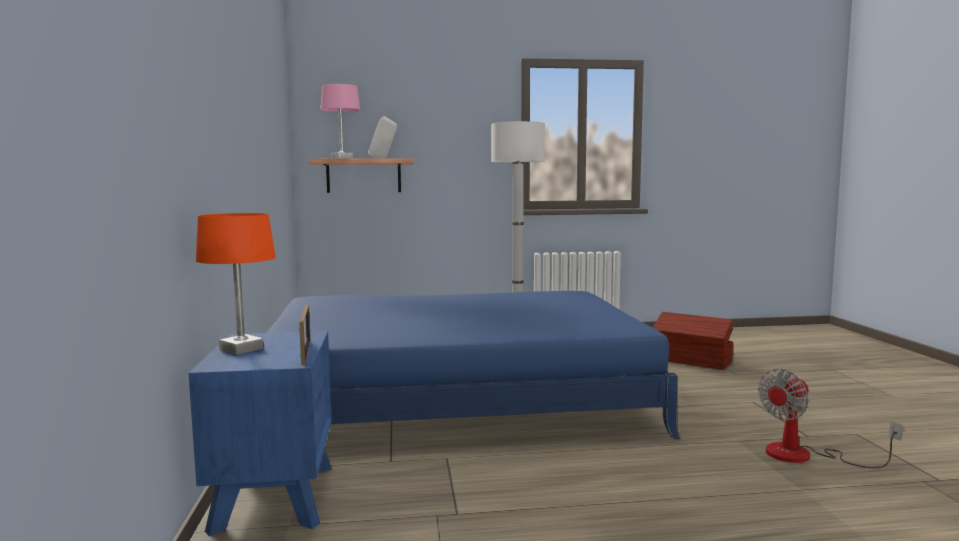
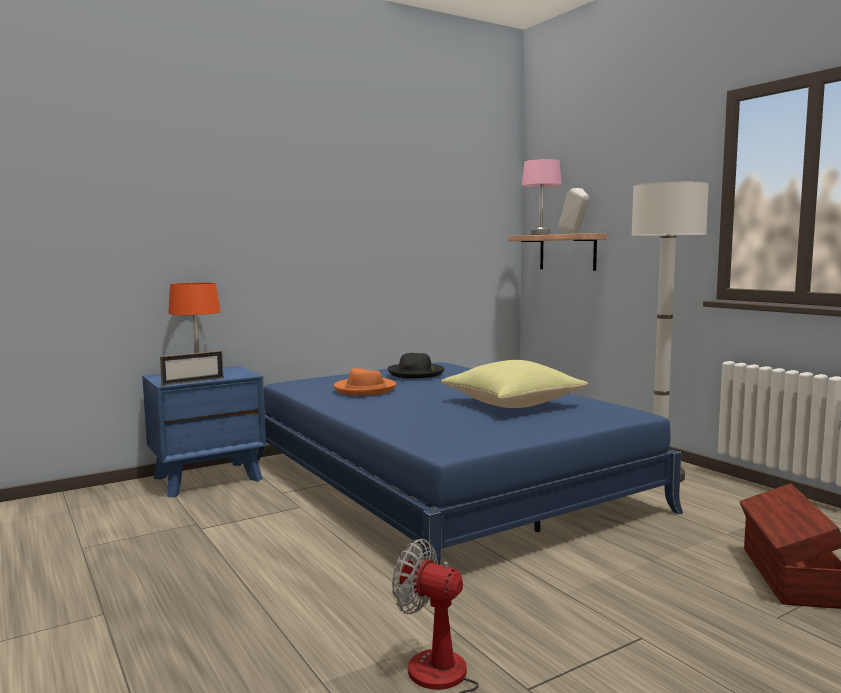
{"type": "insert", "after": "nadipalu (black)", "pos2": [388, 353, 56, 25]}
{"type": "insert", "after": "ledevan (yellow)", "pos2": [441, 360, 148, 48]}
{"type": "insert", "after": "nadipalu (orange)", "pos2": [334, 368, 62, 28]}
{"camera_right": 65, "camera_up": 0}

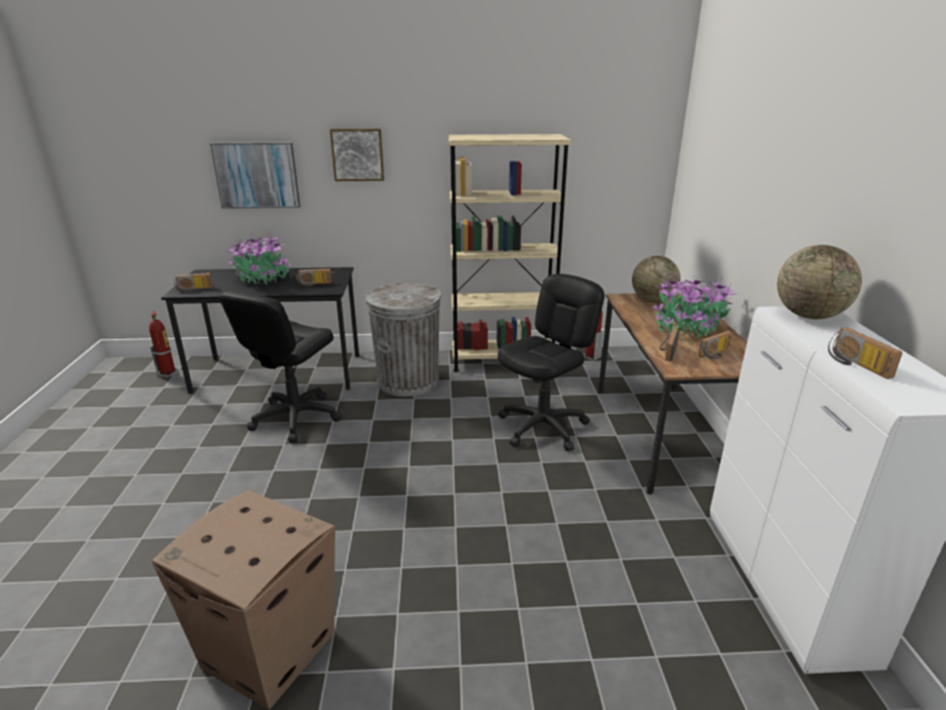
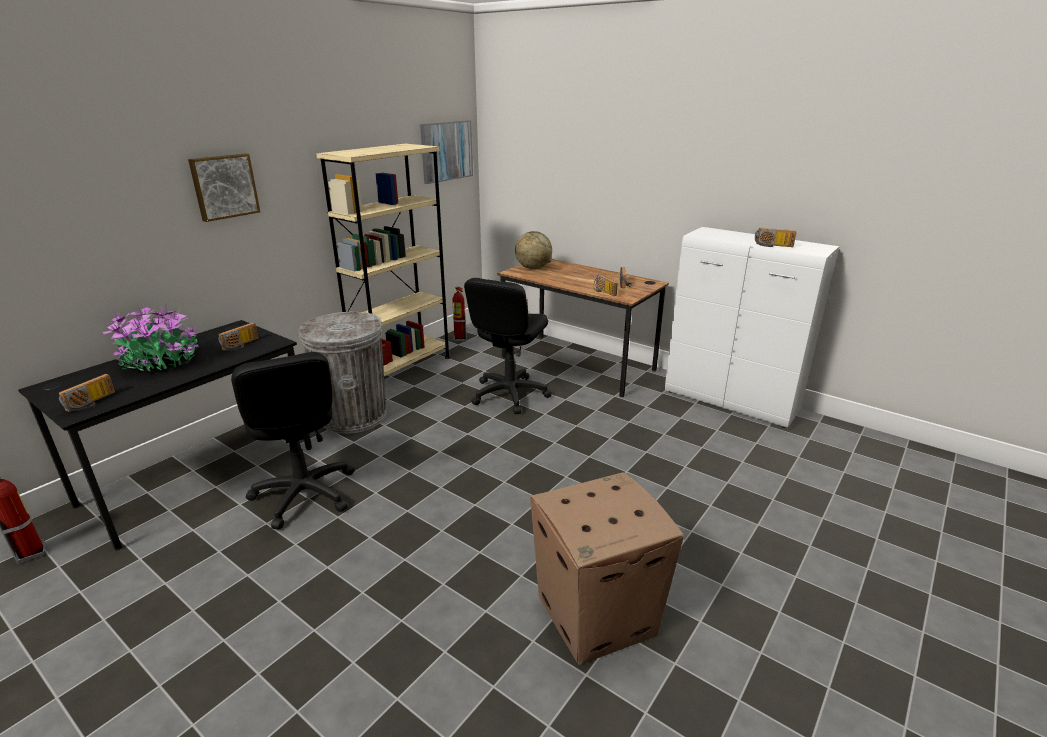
{"type": "move", "before": "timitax", "pos1": [210, 142, 90, 67], "pos2": [420, 120, 53, 64]}
{"type": "delete", "before": "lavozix", "pos1": [777, 245, 85, 74]}
{"type": "delete", "before": "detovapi", "pos1": [652, 273, 86, 67]}
{"type": "rotate", "before": "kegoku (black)", "pos1": [498, 274, 106, 177], "pos2": [464, 278, 88, 136], "turn": -150}
{"camera_right": -50, "camera_up": 0}

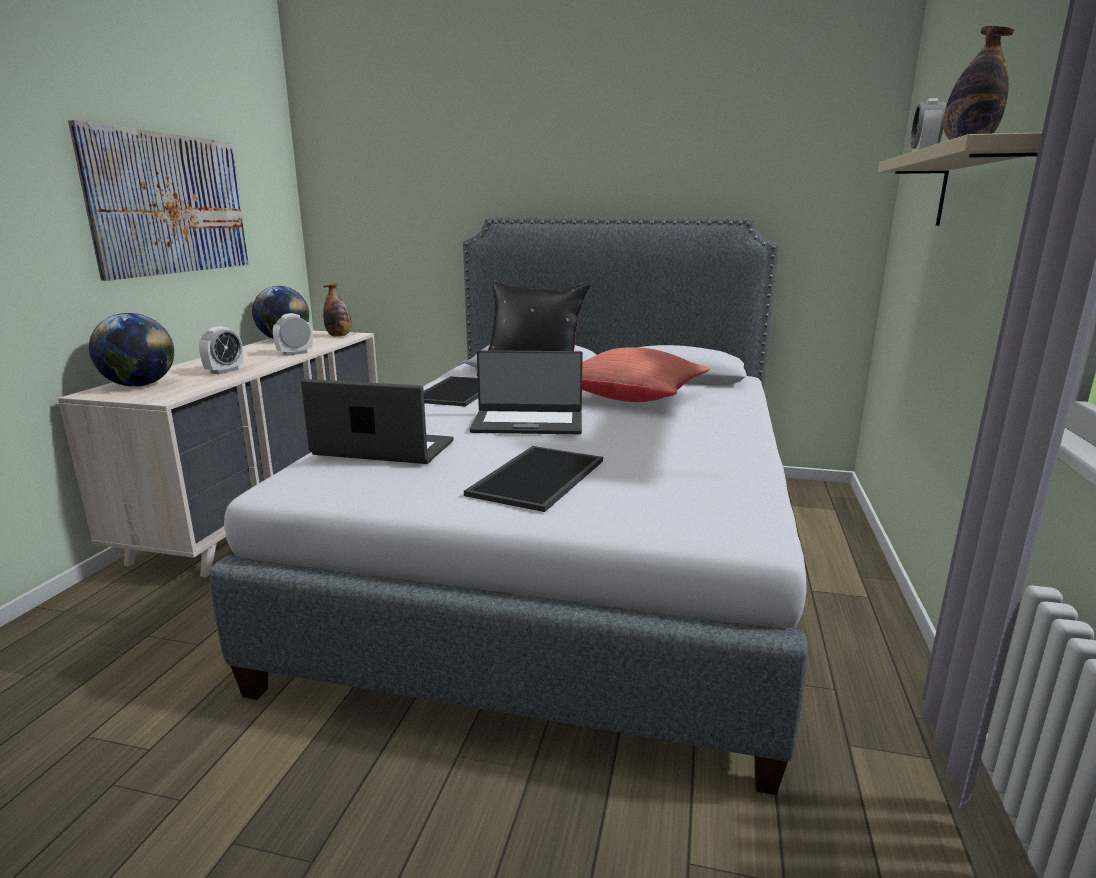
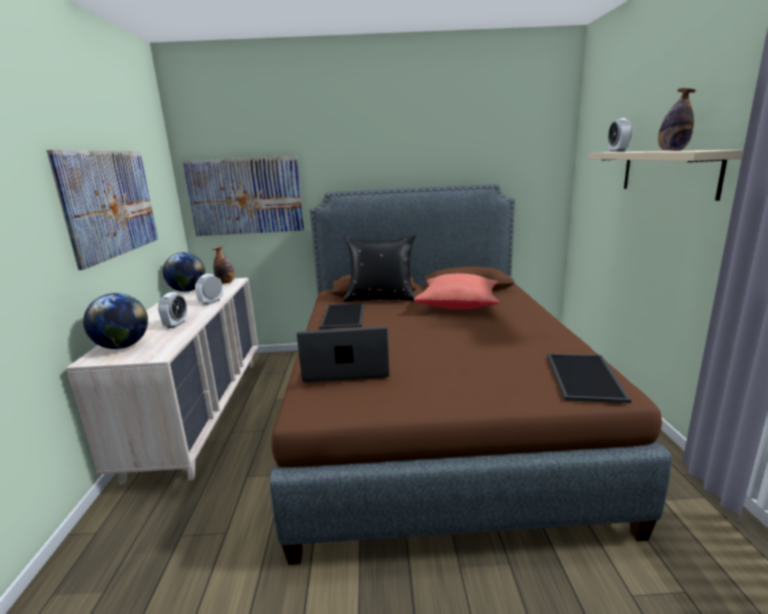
{"type": "recolor", "before": "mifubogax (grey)", "after": "mifubogax (brown)", "pos1": [210, 217, 598, 578], "pos2": [270, 184, 402, 381]}
{"type": "delete", "before": "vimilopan", "pos1": [470, 350, 113, 84]}
{"type": "move", "before": "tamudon", "pos1": [464, 446, 139, 66], "pos2": [547, 354, 84, 49]}
{"type": "insert", "after": "timitax", "pos2": [183, 156, 121, 80]}
{"camera_right": -15, "camera_up": 0}

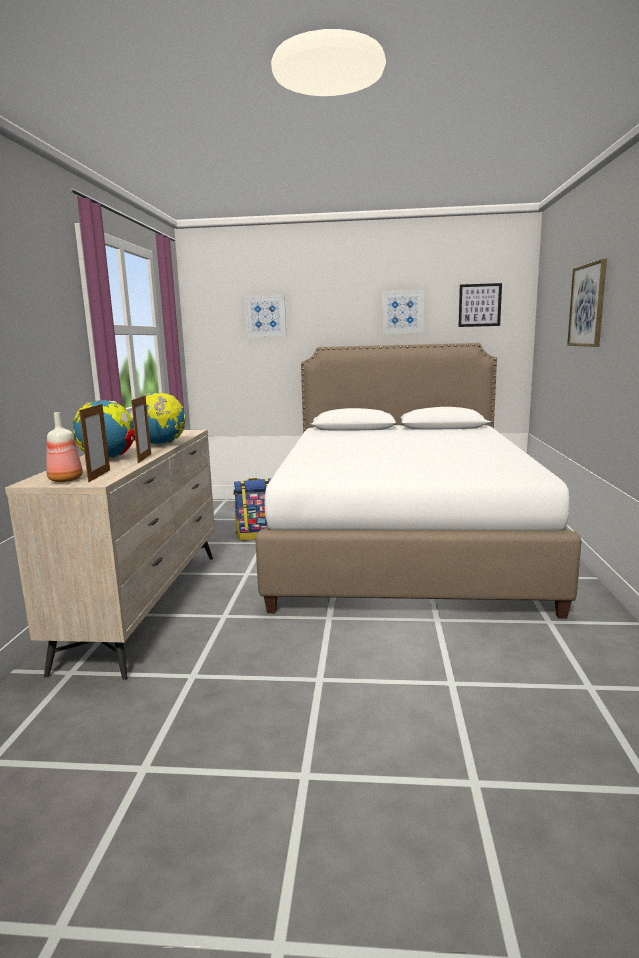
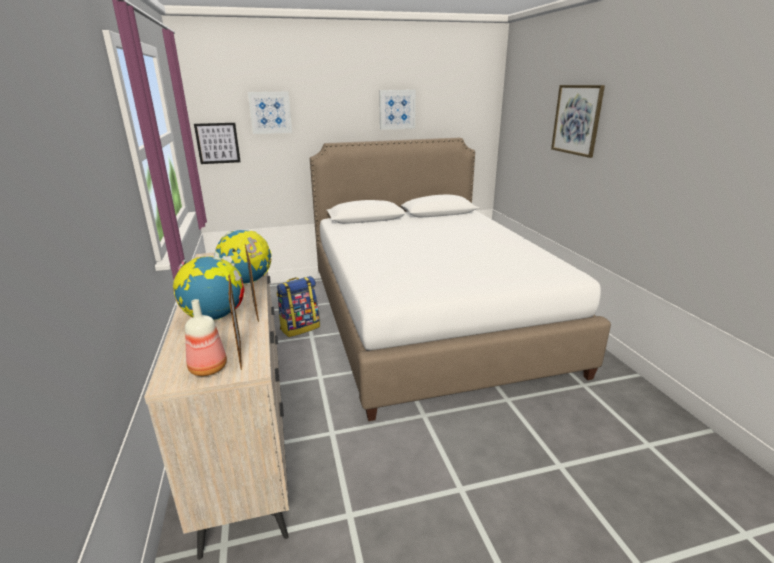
{"type": "move", "before": "timitax", "pos1": [459, 283, 43, 44], "pos2": [194, 123, 47, 41]}
{"camera_right": -20, "camera_up": 10}

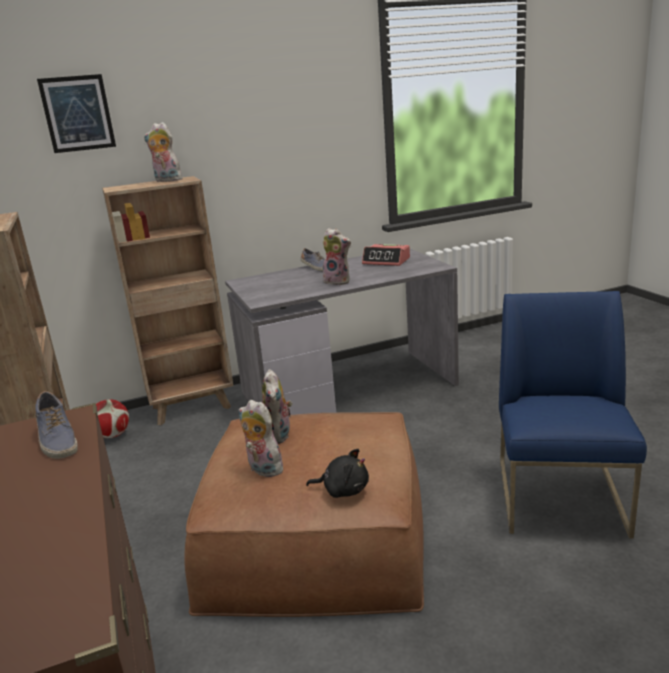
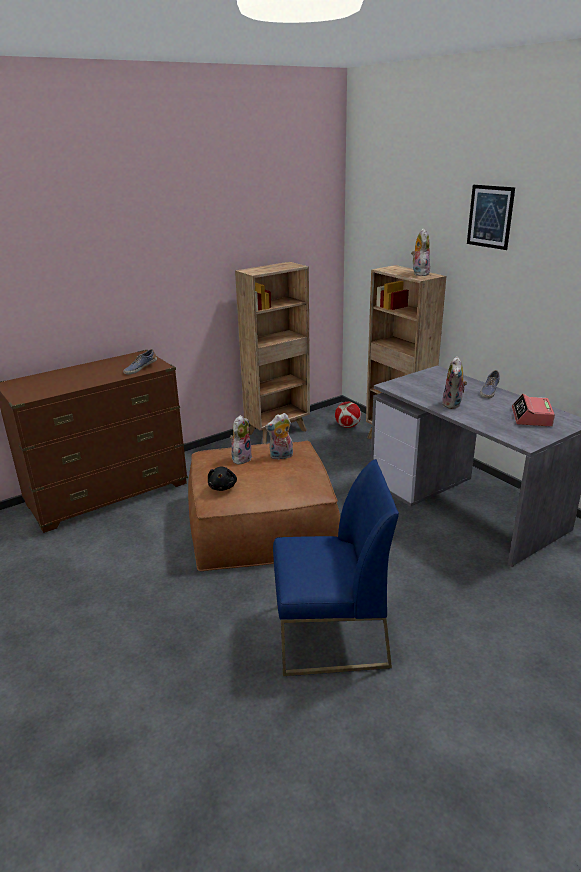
{"type": "move", "before": "timitax", "pos1": [37, 74, 79, 79], "pos2": [467, 185, 48, 65]}
{"camera_right": 75, "camera_up": 5}

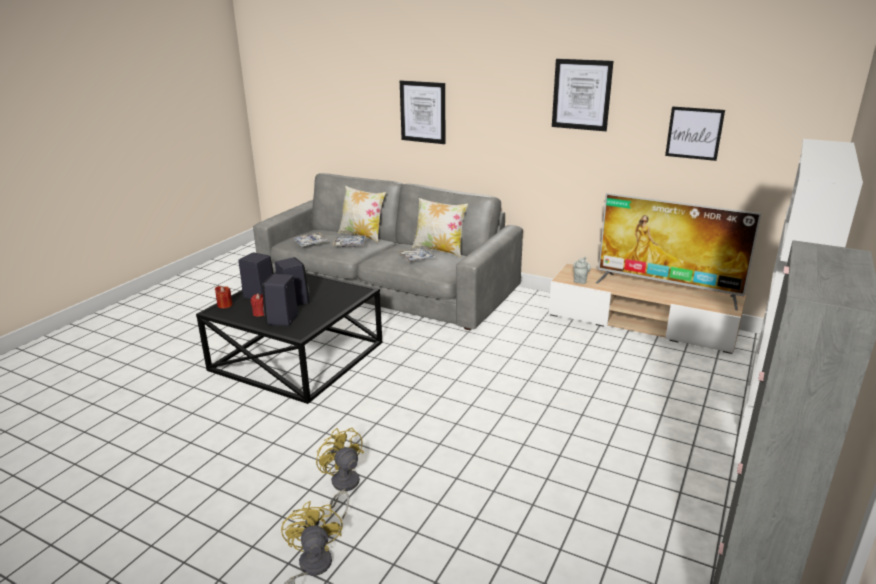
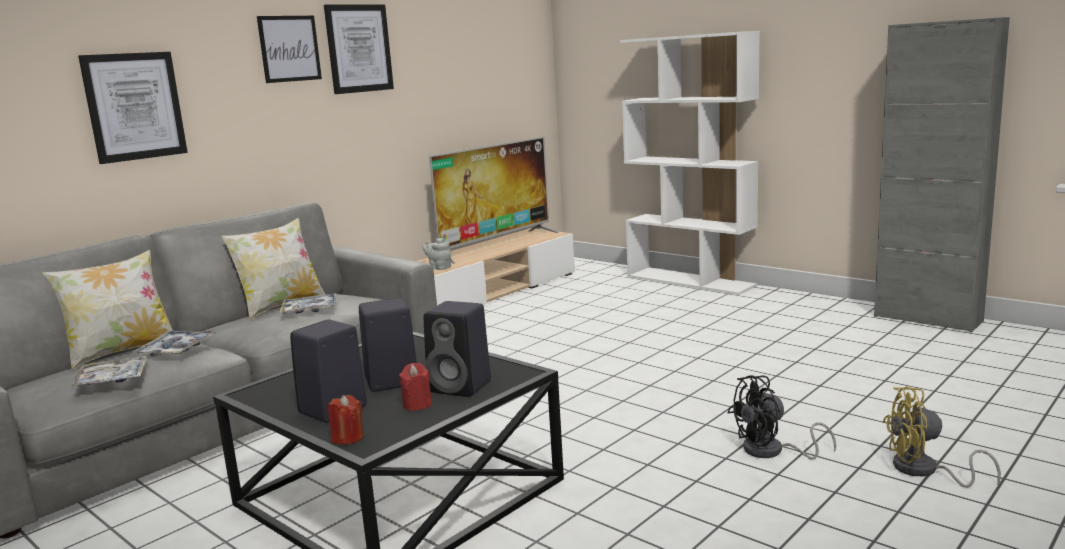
{"type": "move", "before": "timitax", "pos1": [665, 107, 60, 54], "pos2": [257, 16, 65, 67]}
{"type": "recolor", "before": "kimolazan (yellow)", "after": "kimolazan (black)", "pos1": [316, 428, 48, 92], "pos2": [728, 375, 108, 84]}
{"camera_right": -75, "camera_up": -10}

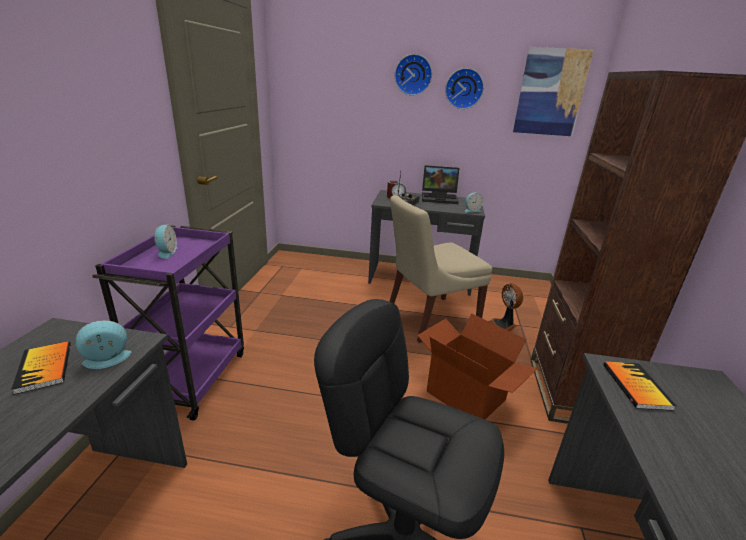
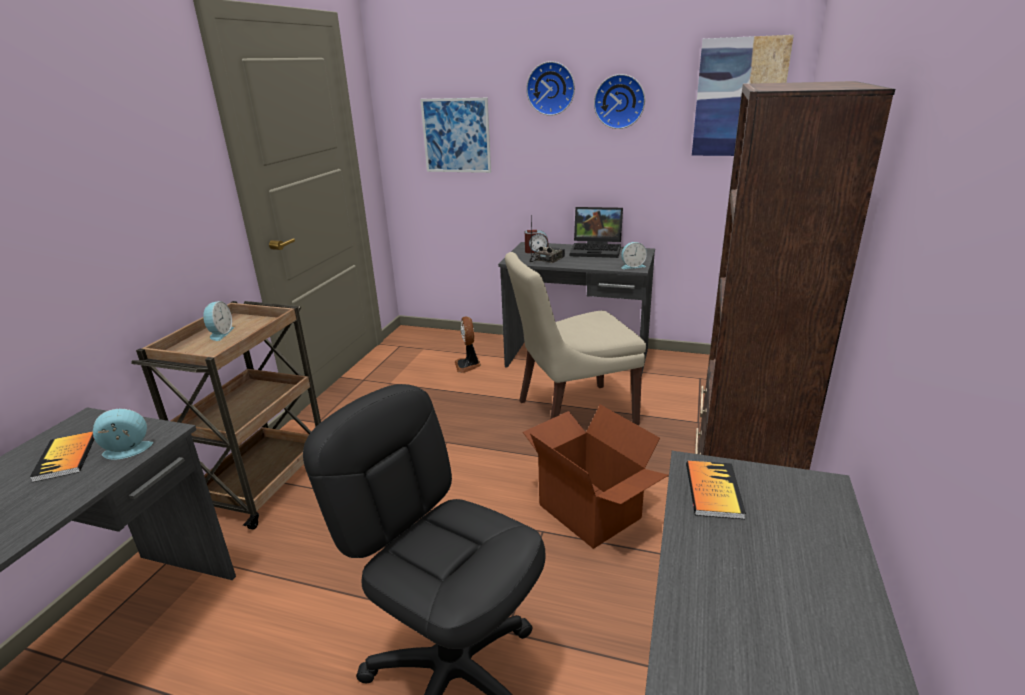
{"type": "recolor", "before": "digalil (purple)", "after": "digalil (brown)", "pos1": [92, 225, 152, 196], "pos2": [131, 301, 190, 229]}
{"type": "move", "before": "kimolazan", "pos1": [489, 283, 34, 49], "pos2": [455, 316, 26, 57]}
{"type": "insert", "after": "timitax", "pos2": [420, 98, 71, 75]}
{"camera_right": 10, "camera_up": 0}

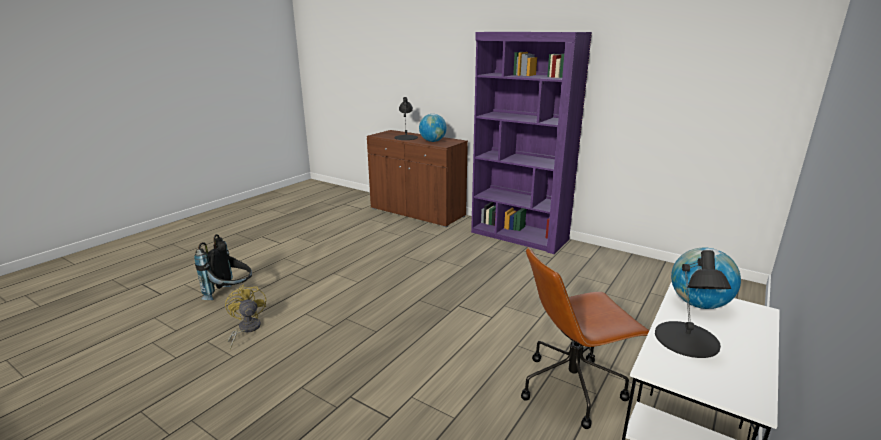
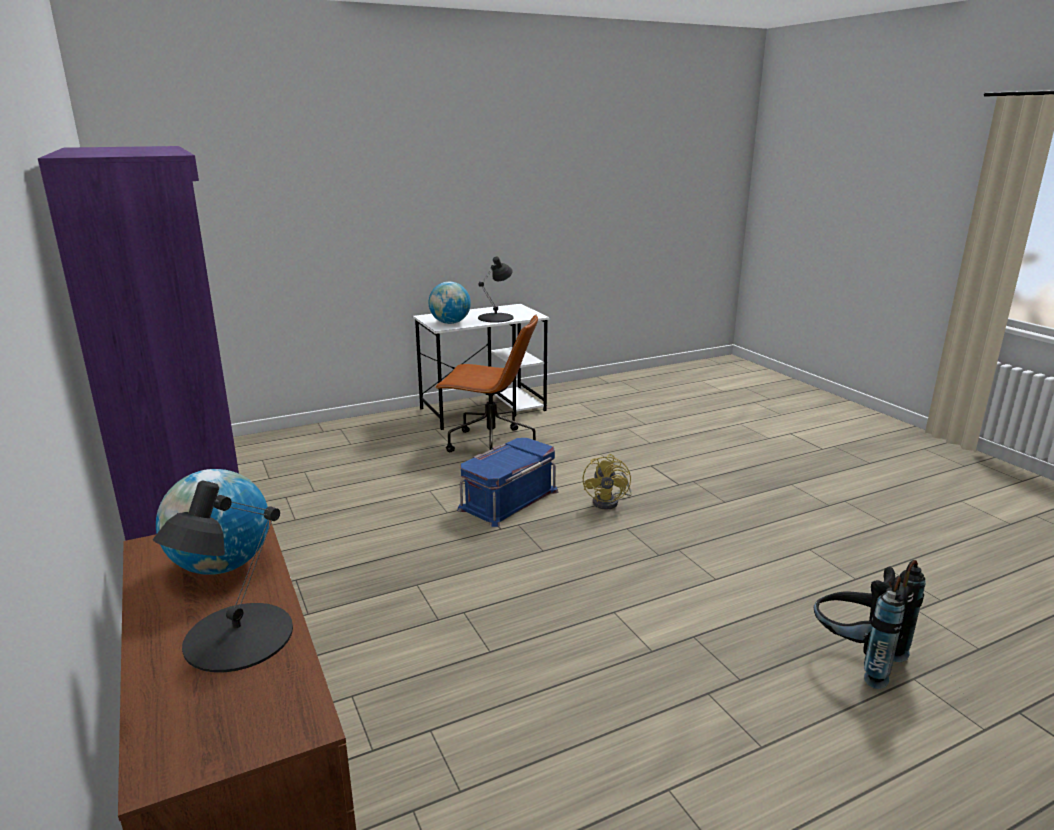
{"type": "move", "before": "kimolazan (yellow)", "pos1": [225, 284, 41, 66], "pos2": [583, 454, 49, 56]}
{"type": "insert", "after": "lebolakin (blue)", "pos2": [458, 438, 100, 89]}
{"camera_right": -150, "camera_up": 0}

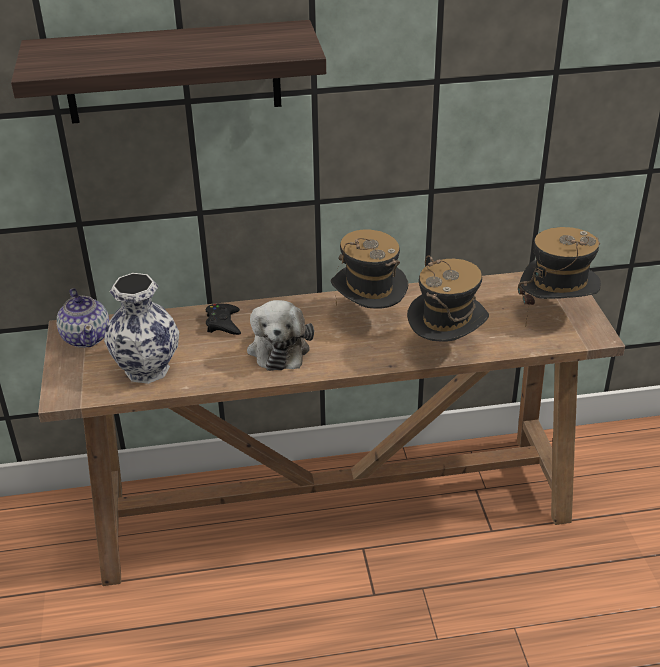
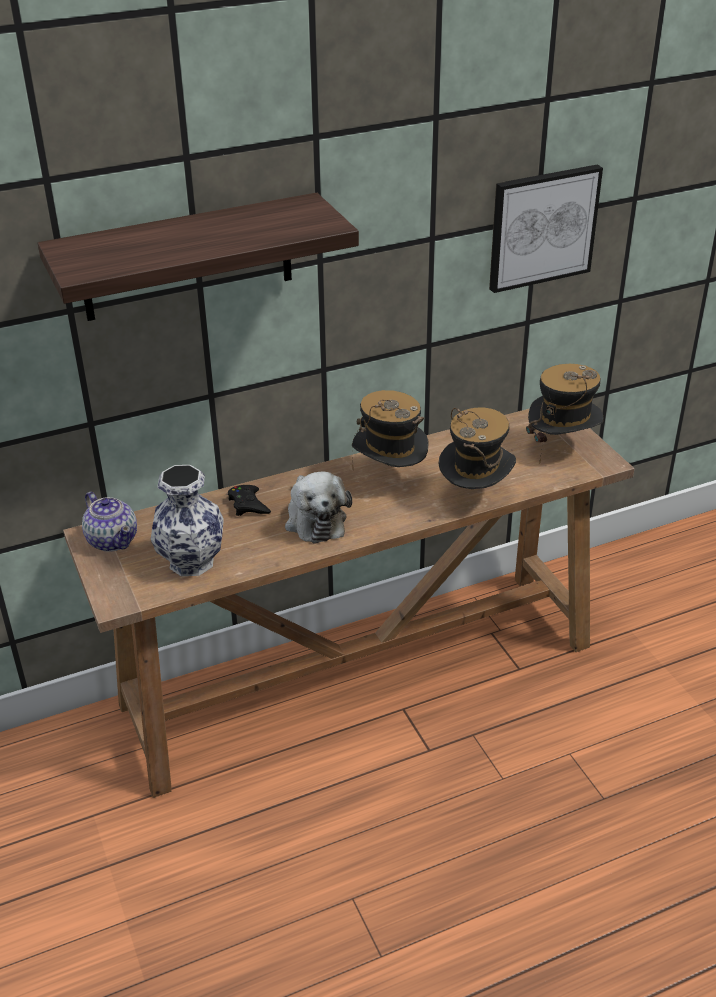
{"type": "insert", "after": "timitax", "pos2": [489, 164, 114, 129]}
{"camera_right": -15, "camera_up": 0}

